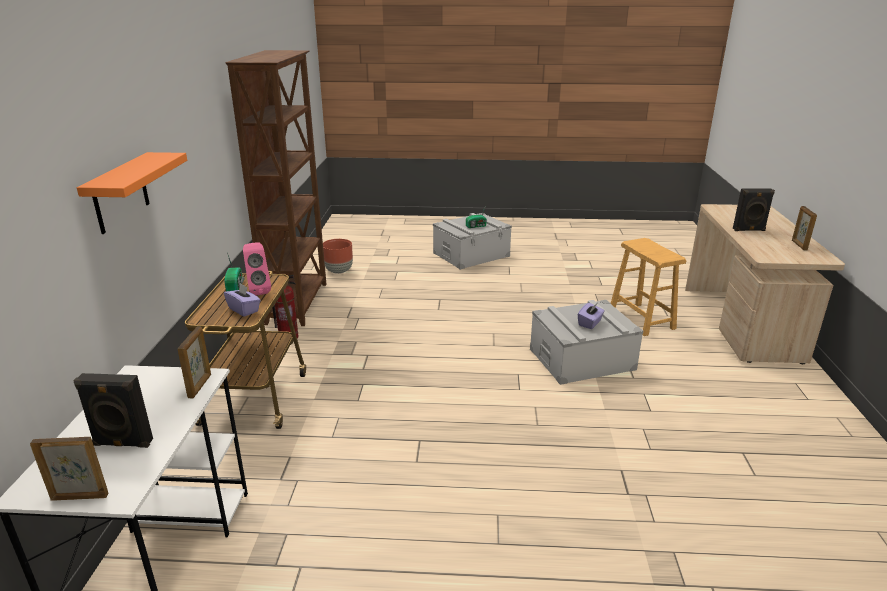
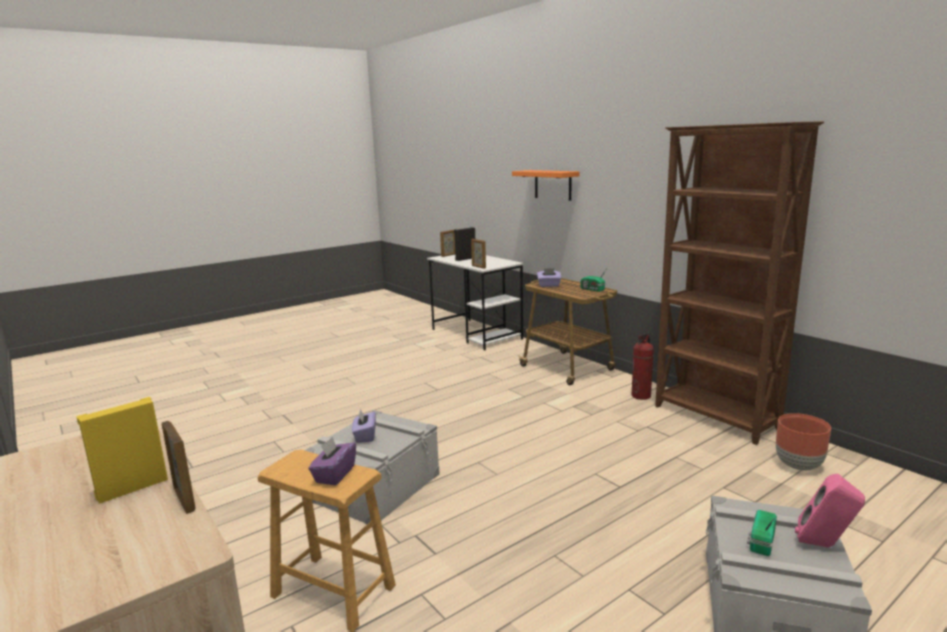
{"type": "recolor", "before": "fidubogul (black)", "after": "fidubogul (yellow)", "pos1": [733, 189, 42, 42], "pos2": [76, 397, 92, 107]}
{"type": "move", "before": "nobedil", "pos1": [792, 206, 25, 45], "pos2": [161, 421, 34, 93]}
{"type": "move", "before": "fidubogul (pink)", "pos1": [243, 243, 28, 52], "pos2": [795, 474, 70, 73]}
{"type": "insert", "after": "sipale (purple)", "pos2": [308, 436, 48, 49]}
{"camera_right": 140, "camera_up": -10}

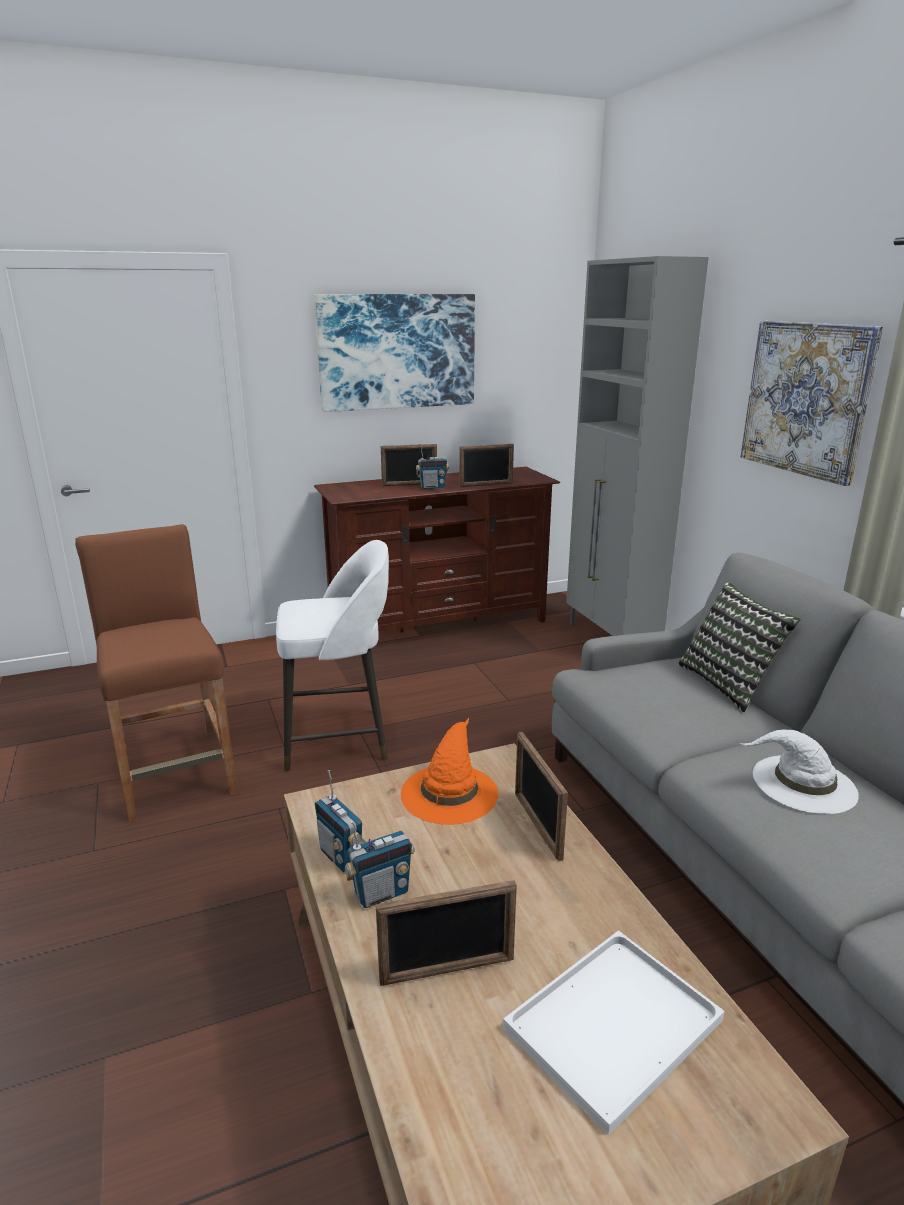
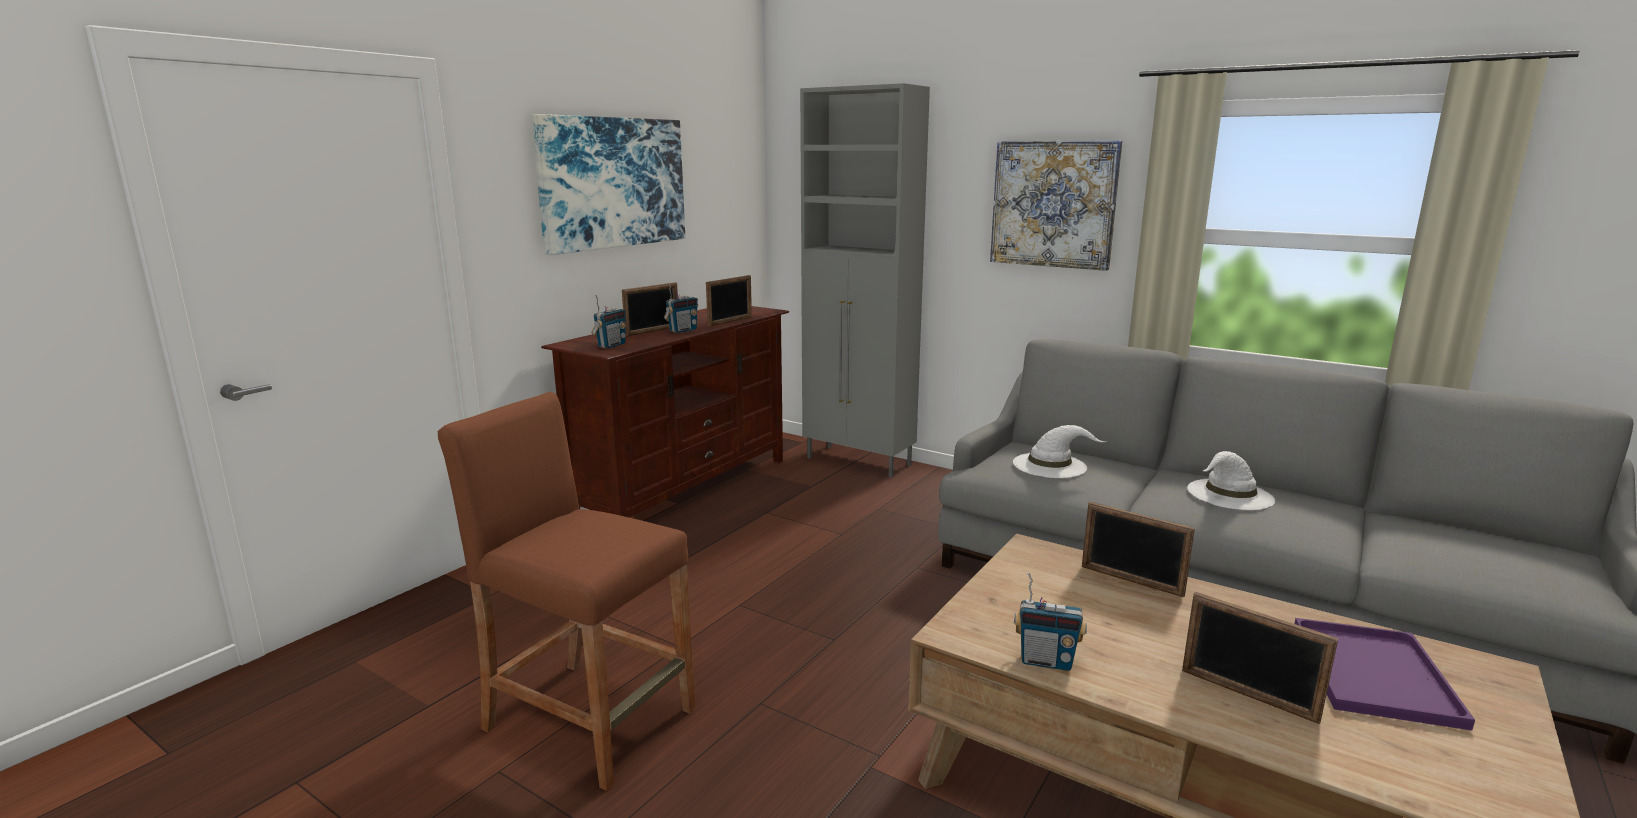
{"type": "delete", "before": "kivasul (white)", "pos1": [276, 540, 113, 231]}
{"type": "delete", "before": "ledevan", "pos1": [678, 582, 123, 130]}
{"type": "delete", "before": "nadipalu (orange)", "pos1": [401, 718, 97, 107]}
{"type": "move", "before": "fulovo", "pos1": [344, 820, 71, 88], "pos2": [591, 294, 35, 54]}
{"type": "rotate", "before": "nobedil", "pos1": [376, 880, 141, 106], "pos2": [1182, 592, 156, 132], "turn": 90}
{"type": "recolor", "before": "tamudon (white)", "after": "tamudon (purple)", "pos1": [503, 930, 222, 205], "pos2": [1294, 618, 181, 113]}
{"type": "insert", "after": "nadipalu (white)", "pos2": [1013, 425, 94, 53]}
{"camera_right": -35, "camera_up": -5}

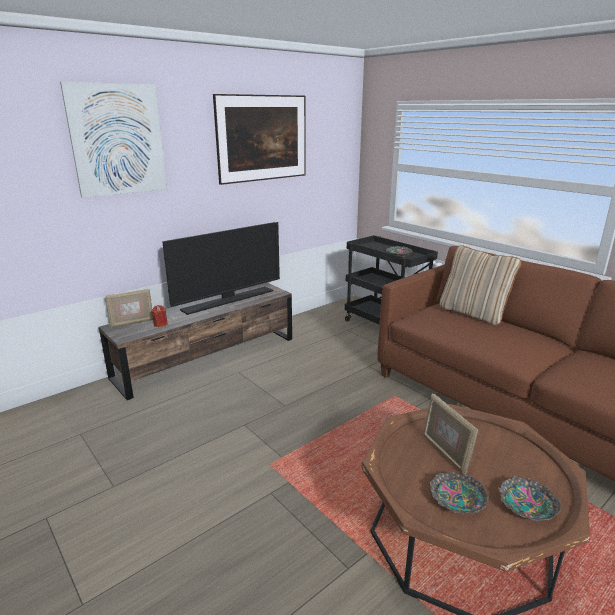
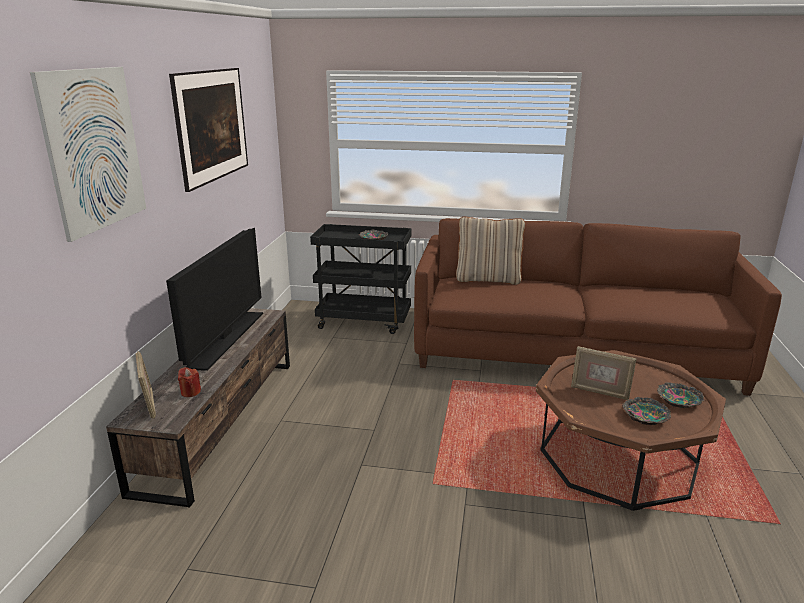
{"type": "rotate", "before": "nobedil", "pos1": [105, 289, 48, 39], "pos2": [135, 351, 21, 68], "turn": -45}
{"camera_right": -40, "camera_up": 0}

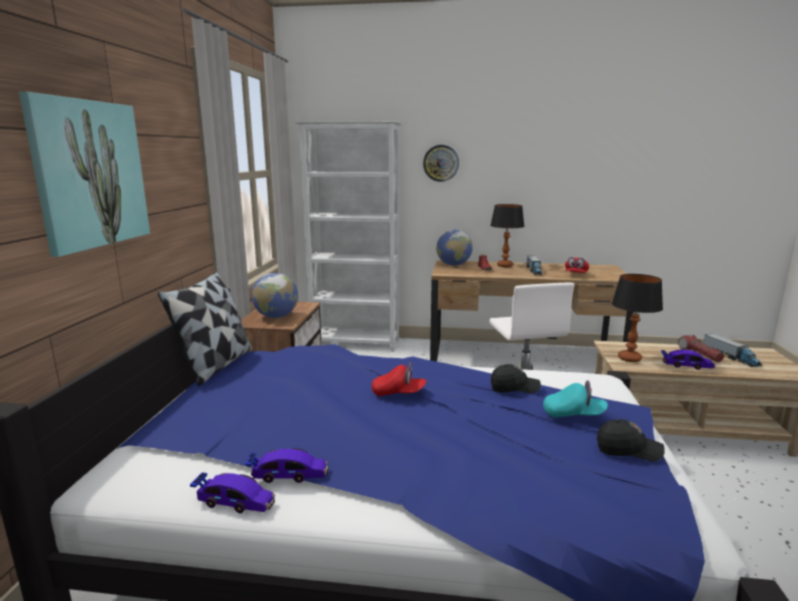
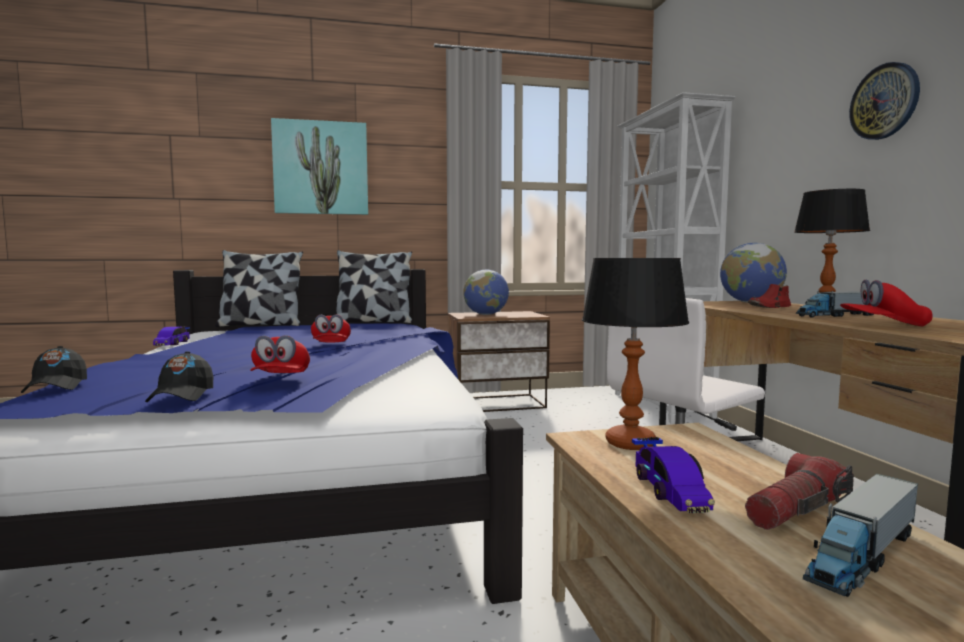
{"type": "move", "before": "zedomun", "pos1": [423, 145, 36, 37], "pos2": [849, 62, 71, 78]}
{"type": "move", "before": "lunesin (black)", "pos1": [491, 364, 50, 30], "pos2": [21, 346, 66, 47]}
{"type": "recolor", "before": "lunesin (turquoise)", "after": "lunesin (red)", "pos1": [543, 380, 65, 38], "pos2": [250, 335, 60, 38]}
{"type": "delete", "before": "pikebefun", "pos1": [245, 448, 84, 35]}
{"type": "insert", "after": "ledevan", "pos2": [215, 250, 88, 77]}
{"camera_right": 70, "camera_up": -10}

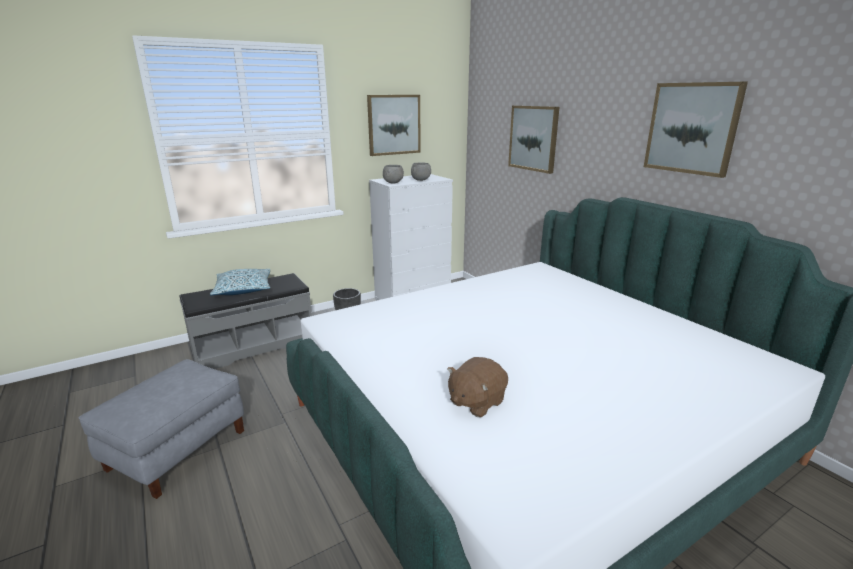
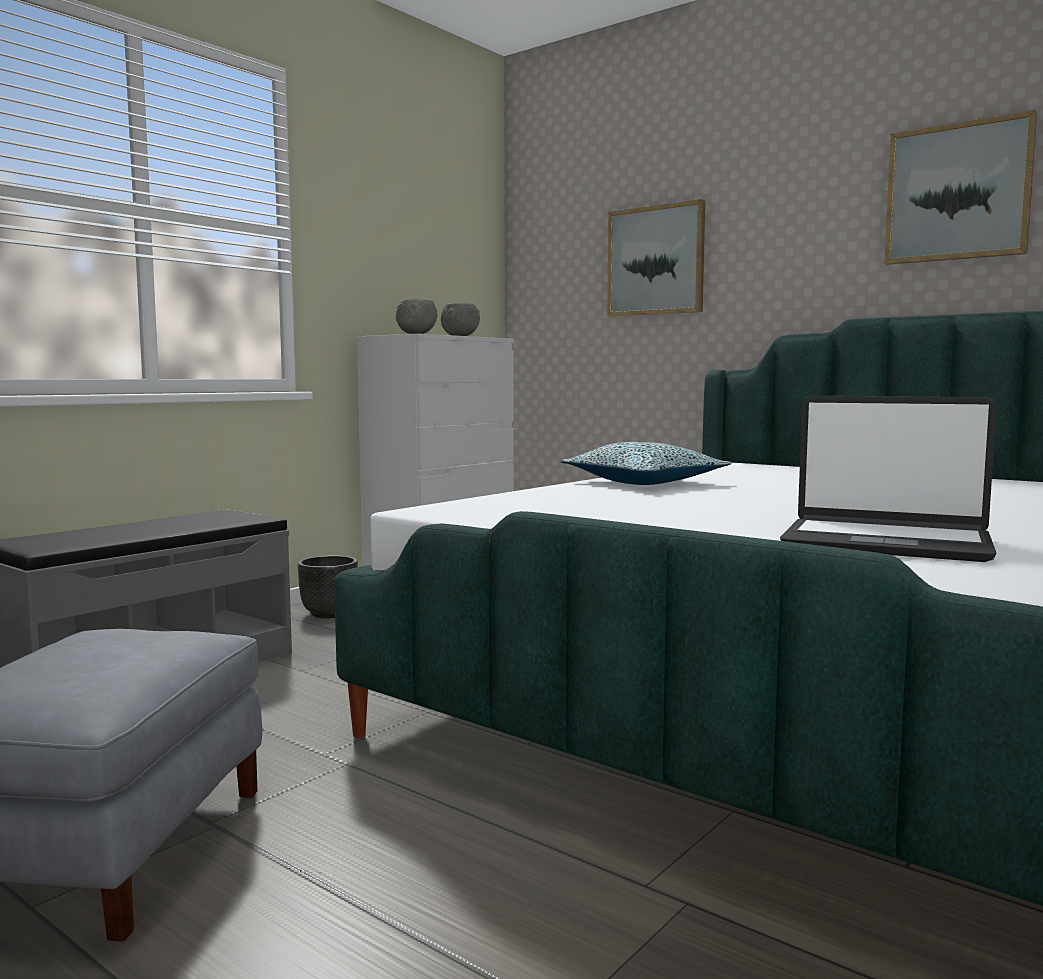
{"type": "delete", "before": "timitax", "pos1": [367, 95, 54, 61]}
{"type": "move", "before": "ledevan", "pos1": [210, 269, 60, 27], "pos2": [561, 442, 171, 43]}
{"type": "replace", "before": "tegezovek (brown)", "after": "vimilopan", "pos1": [447, 357, 61, 61], "pos2": [780, 396, 217, 166]}
{"camera_right": -20, "camera_up": -15}

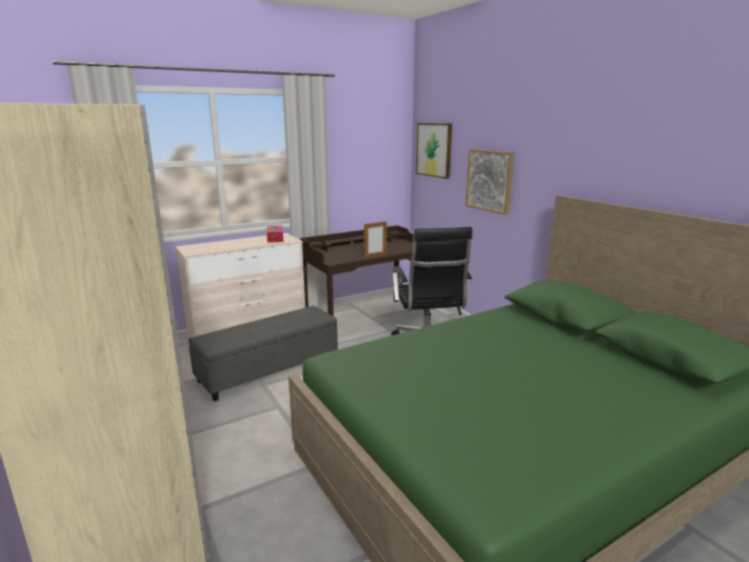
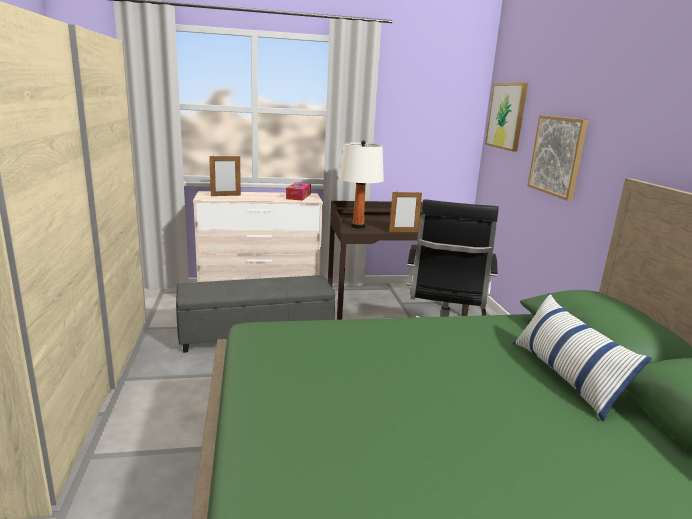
{"type": "insert", "after": "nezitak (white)", "pos2": [339, 140, 45, 88]}
{"type": "insert", "after": "nobedil", "pos2": [209, 156, 32, 40]}
{"type": "insert", "after": "ledevan", "pos2": [513, 293, 139, 128]}
{"camera_right": 20, "camera_up": 0}

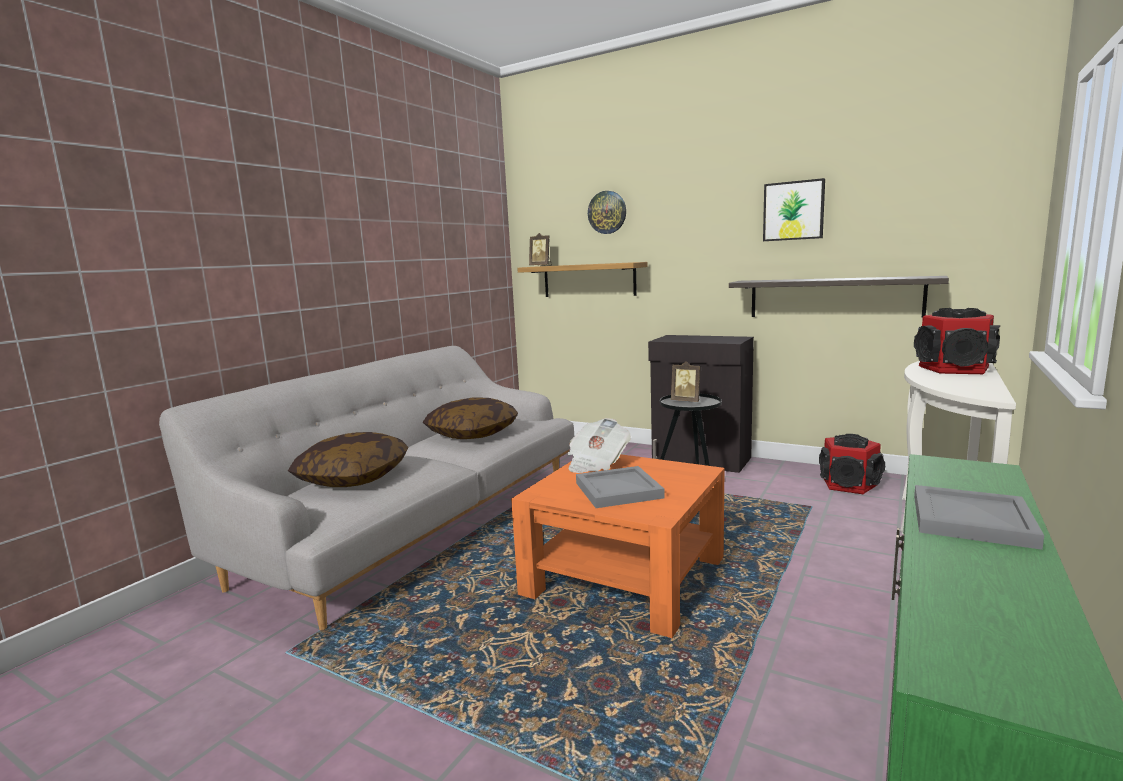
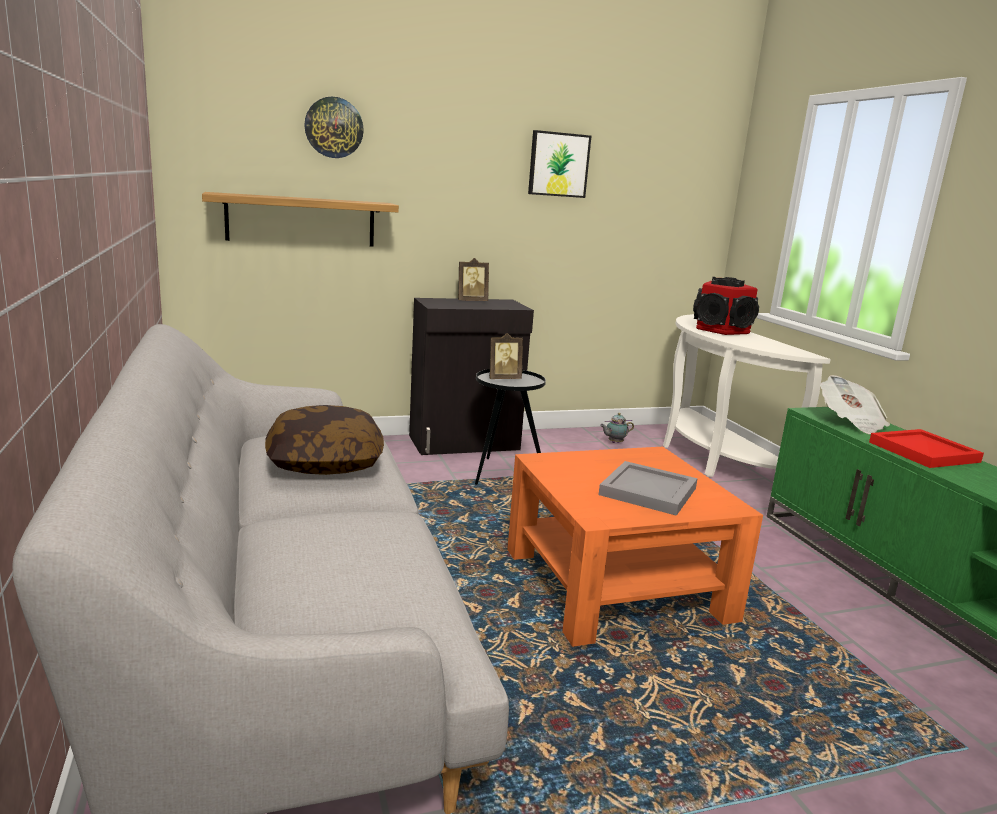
{"type": "move", "before": "nobedil", "pos1": [529, 233, 23, 33], "pos2": [458, 258, 31, 43]}
{"type": "delete", "before": "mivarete", "pos1": [729, 276, 220, 42]}
{"type": "move", "before": "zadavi", "pos1": [567, 418, 64, 55], "pos2": [820, 375, 70, 59]}
{"type": "delete", "before": "ledevan", "pos1": [288, 432, 120, 55]}
{"type": "replace", "before": "fidubogul", "after": "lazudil", "pos1": [819, 434, 66, 60], "pos2": [600, 413, 34, 30]}
{"type": "recolor", "before": "tamudon (grey)", "after": "tamudon (red)", "pos1": [914, 485, 130, 65], "pos2": [869, 429, 115, 39]}
{"camera_right": -50, "camera_up": 5}

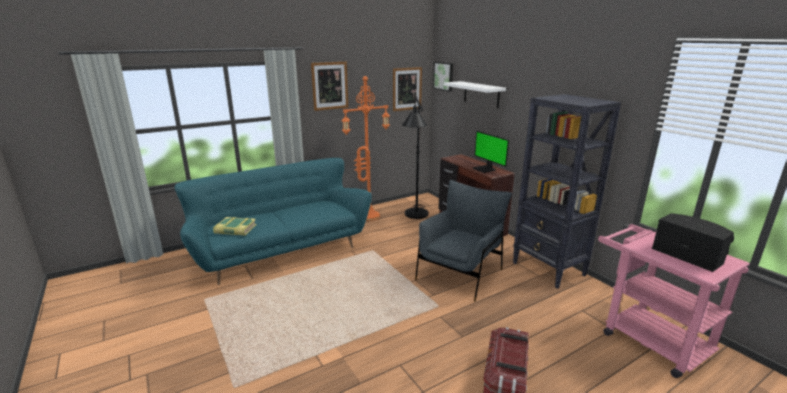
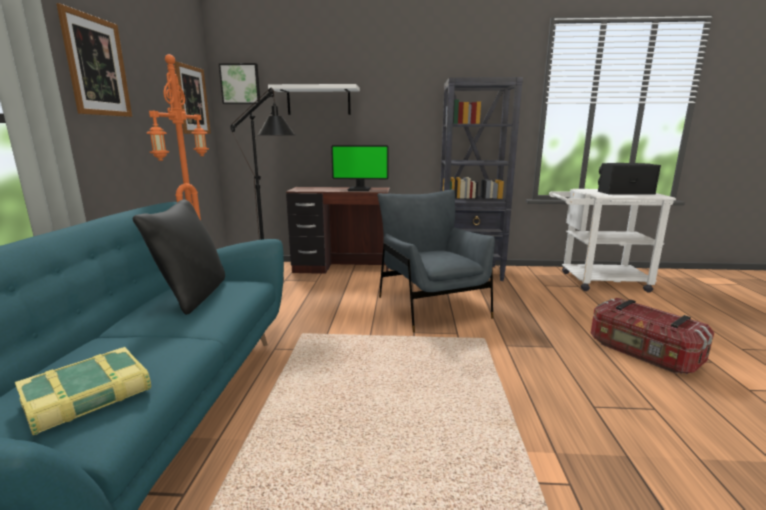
{"type": "recolor", "before": "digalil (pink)", "after": "digalil (white)", "pos1": [598, 224, 152, 154], "pos2": [549, 189, 127, 104]}
{"type": "insert", "after": "ledevan (black)", "pos2": [133, 199, 92, 116]}
{"camera_right": -55, "camera_up": -5}

